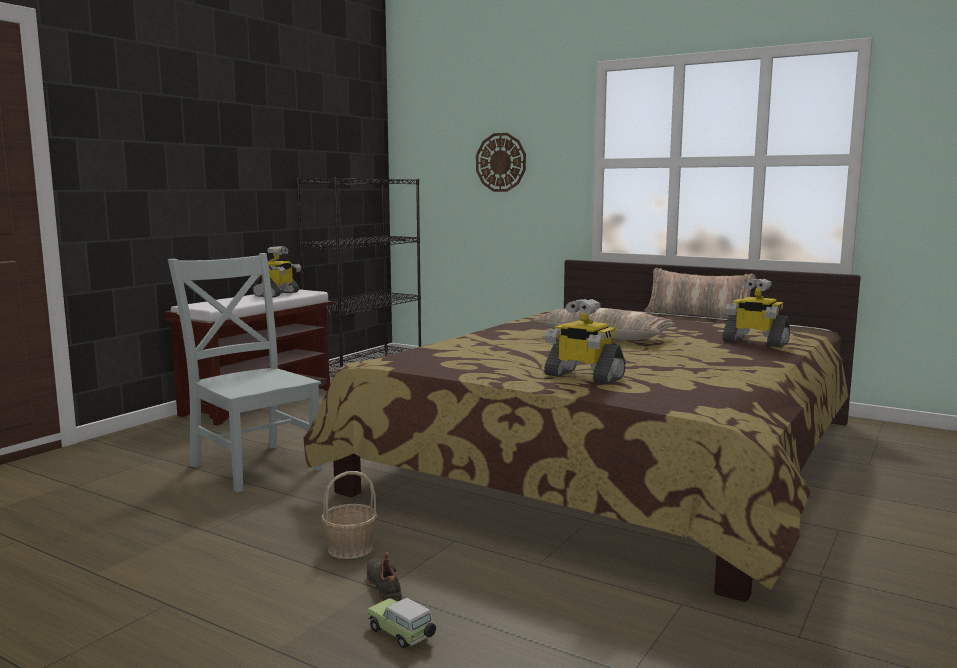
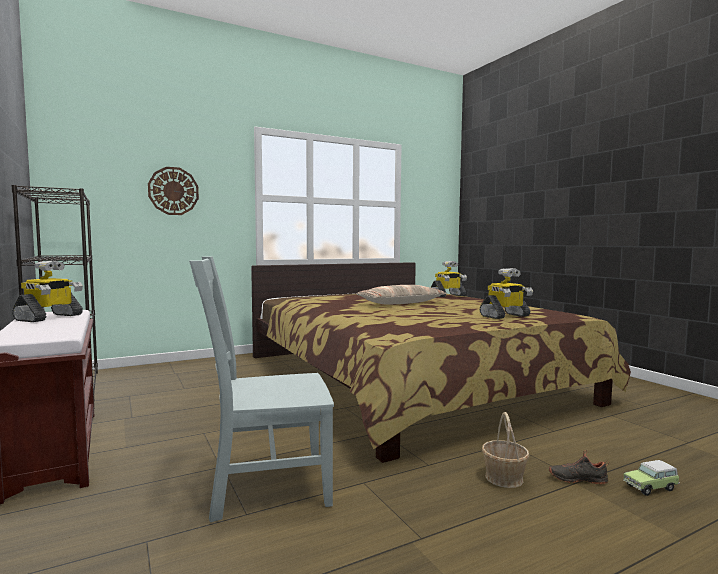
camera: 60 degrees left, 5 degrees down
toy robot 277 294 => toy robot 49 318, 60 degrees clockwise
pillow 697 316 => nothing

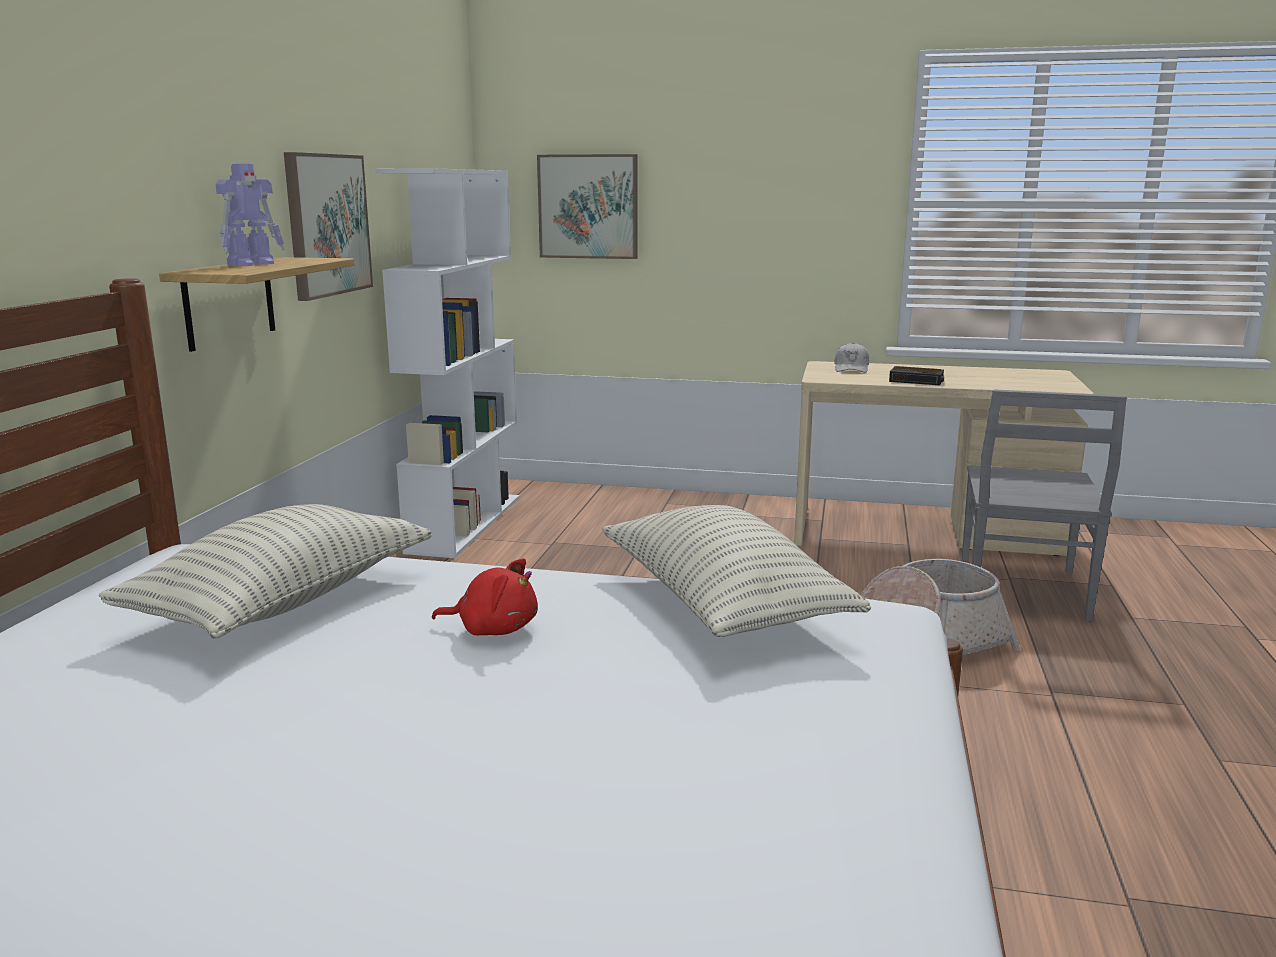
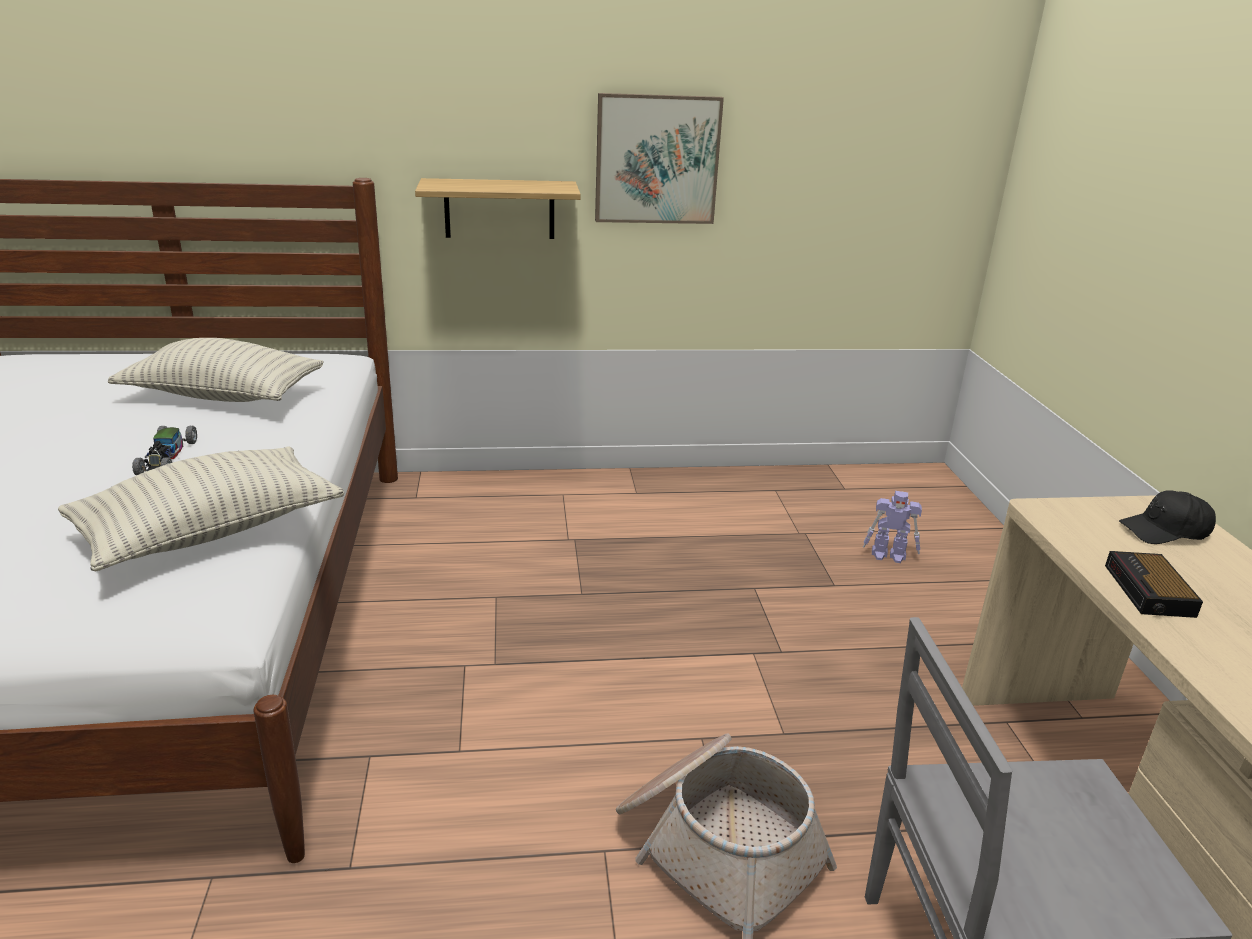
camera: 70 degrees right, 10 degrees up
picture 588 206 => nothing
toy robot 253 264 => toy robot 889 555, move
white bookcase 465 523 => nothing
white cap 851 368 => black cap 1165 531
red plush toy 493 629 => toy car 167 458

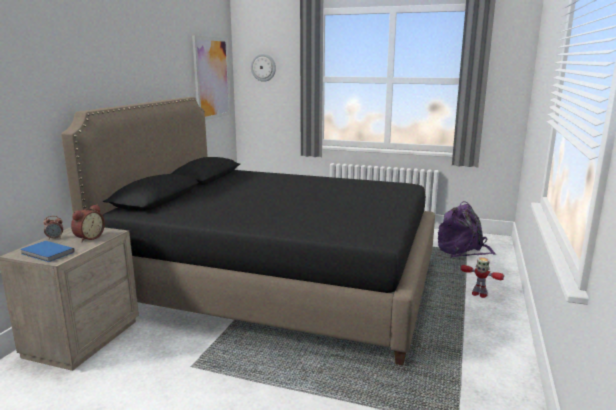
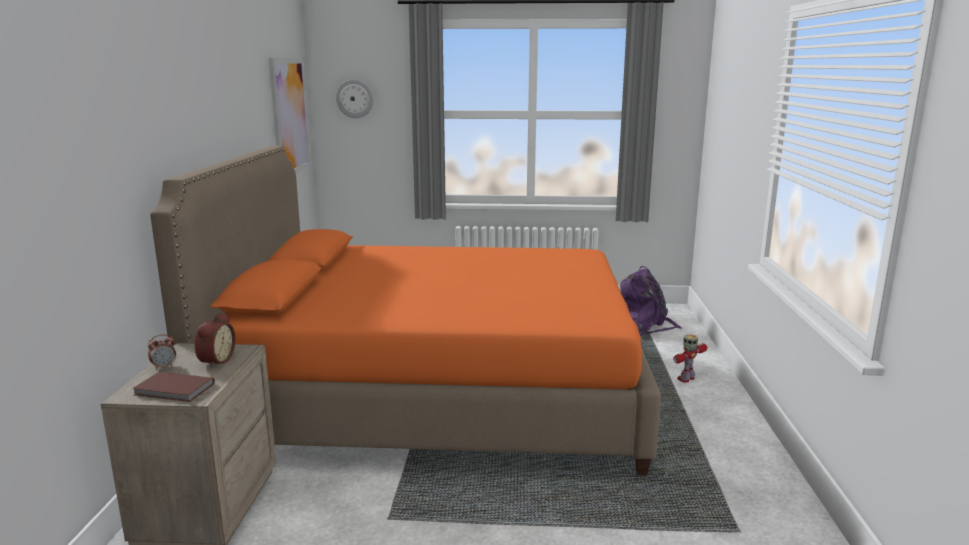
camera: 15 degrees left, 0 degrees up
black bed 276 282 => orange bed 435 394
blue book 47 253 => brown book 174 390
toy robot 479 294 => toy robot 686 378, 120 degrees clockwise

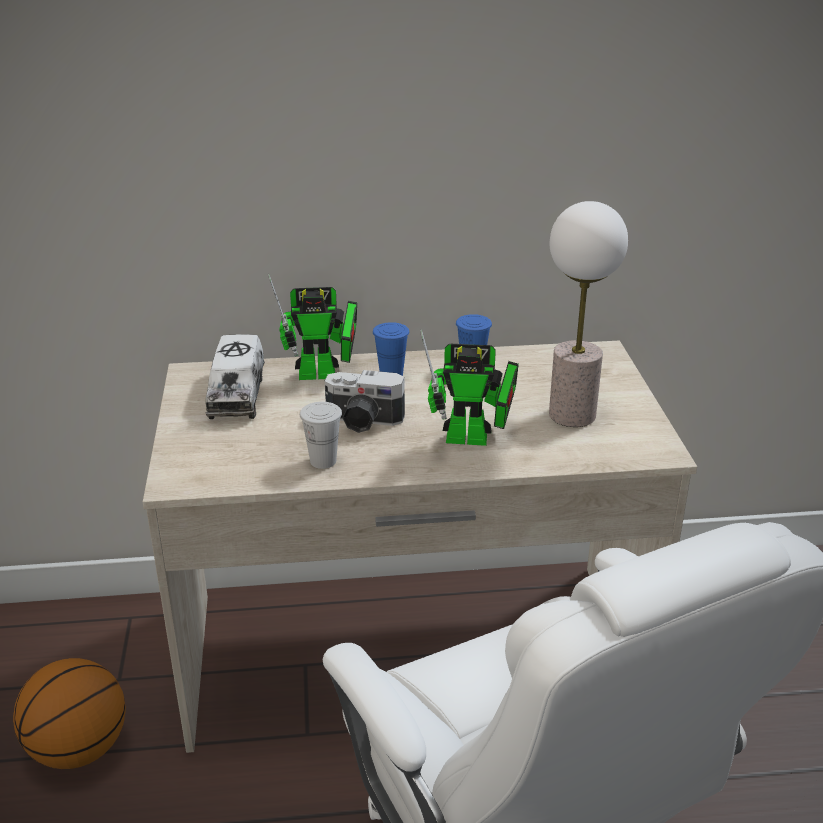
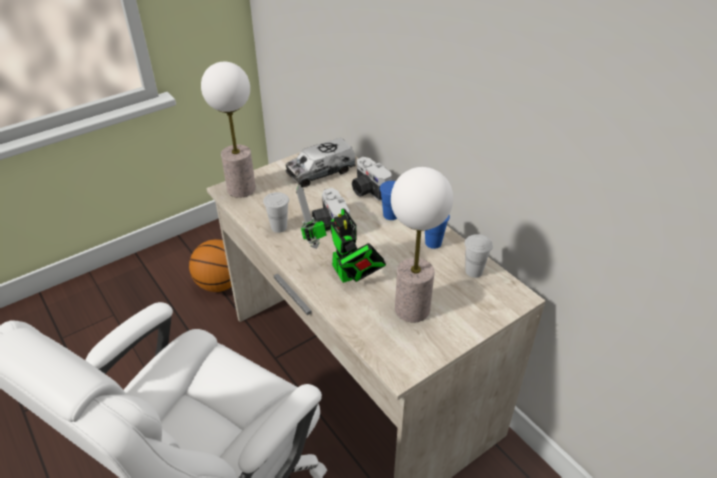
camera: 60 degrees right, 10 degrees up
toy robot 324 374 => photo camera 368 191
nothing => table lamp 241 189
nothing => white cup 474 271

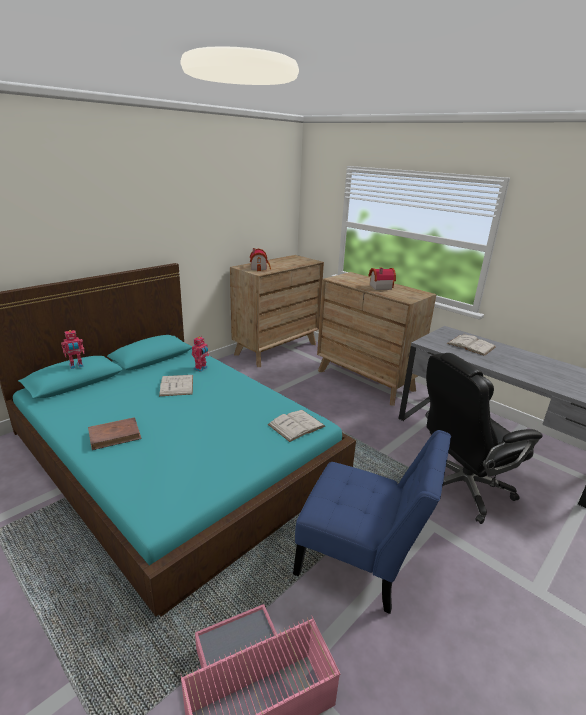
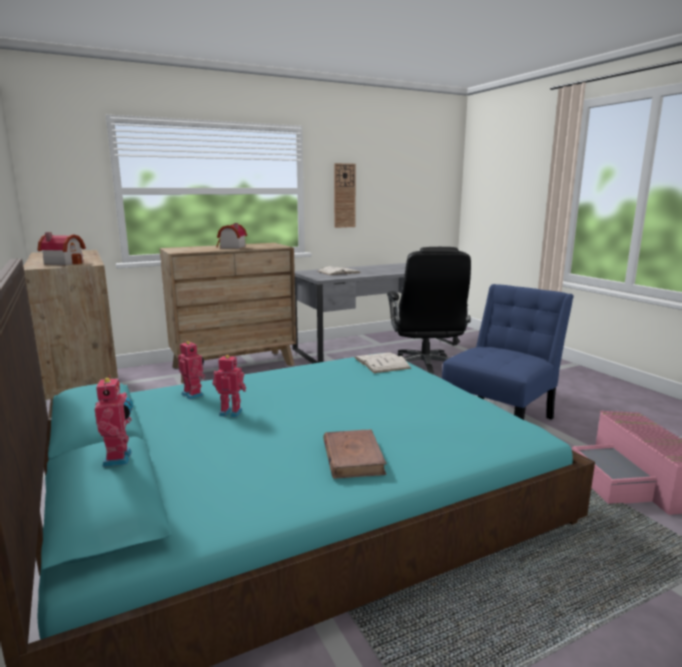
camera: 70 degrees left, 10 degrees down
white book 176 385 => toy robot 231 412
nothing => wall clock 344 195

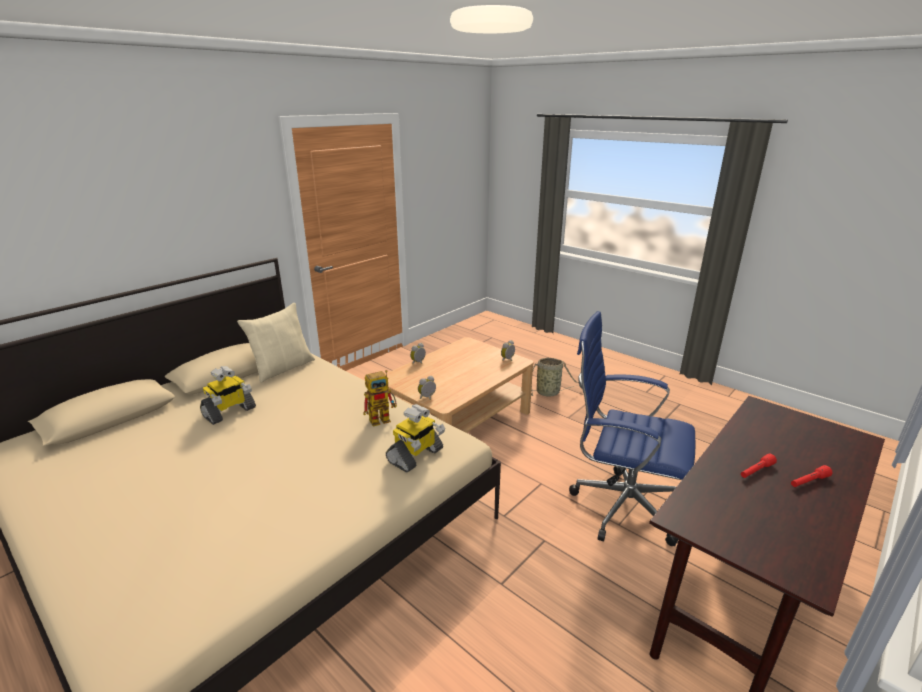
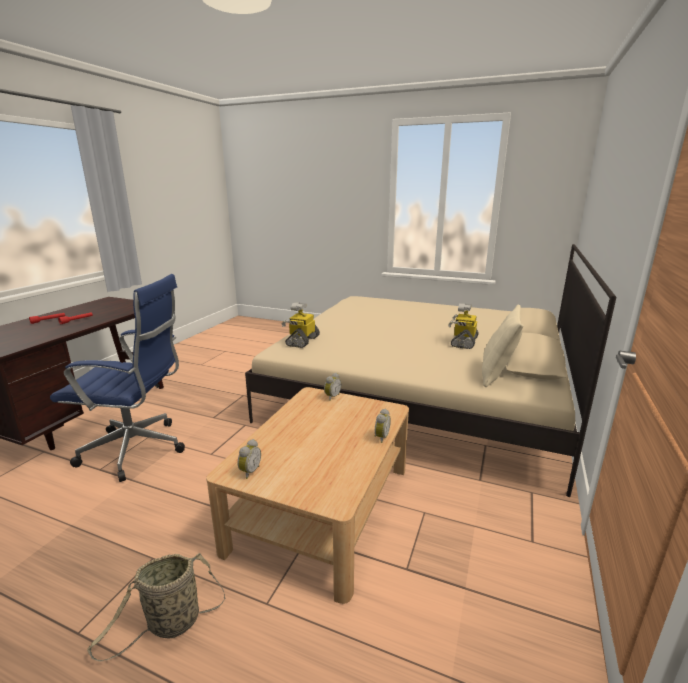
camera: 160 degrees right, 5 degrees down
toy robot 383 418 => nothing

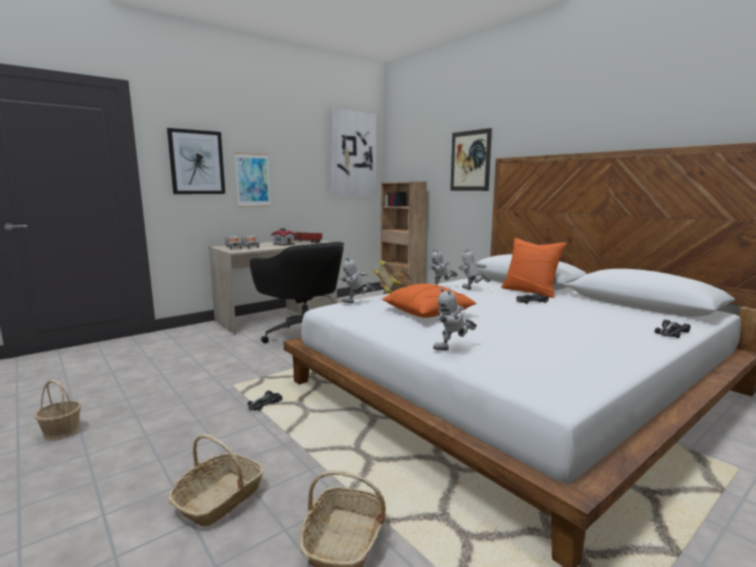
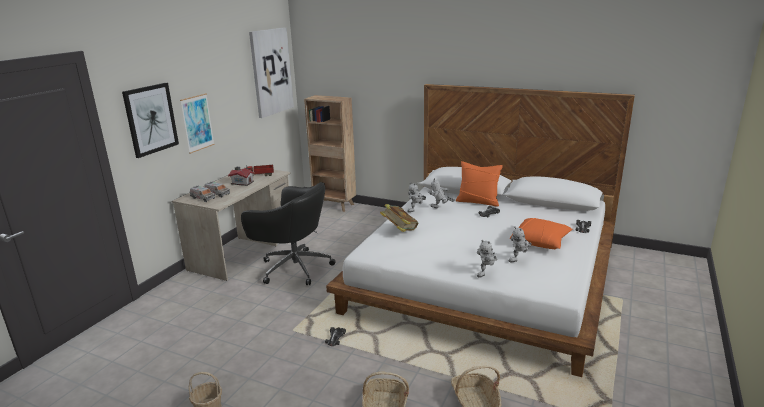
camera: 25 degrees left, 10 degrees up
picture 470 161 => nothing
toy robot 357 303 => toy robot 519 260, move
orange pillow 428 313 => orange pillow 540 242, move

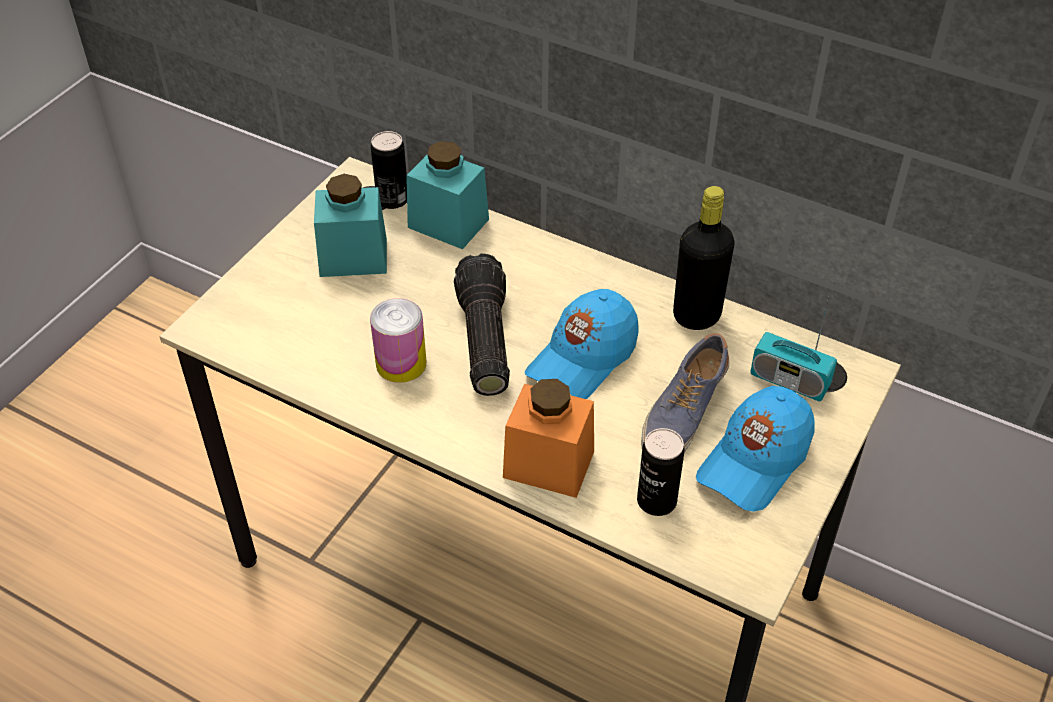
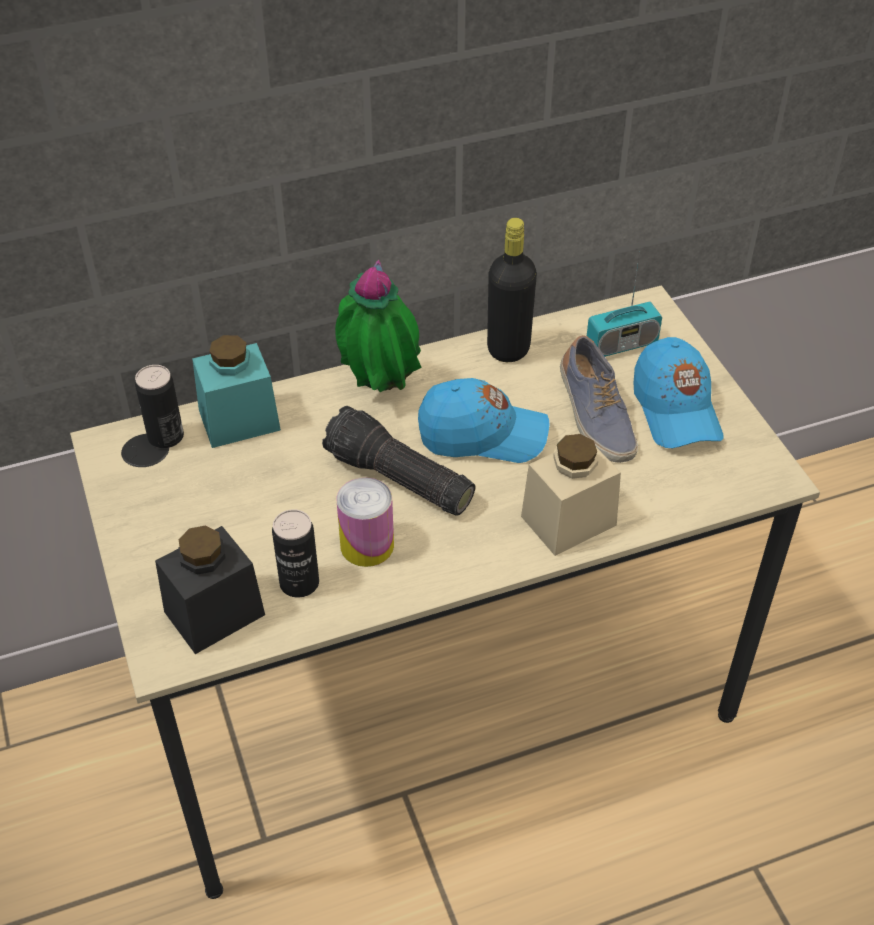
camera: 50 degrees left, 0 degrees up
turquoise jar 353 257 => nothing
blue cap 583 359 => blue cap 483 435, 75 degrees counterclockwise
orange jar 548 464 => beige jar 568 520
can 656 501 => can 299 583, move
nothing => potted plant 379 389
nothing => black jar 214 613

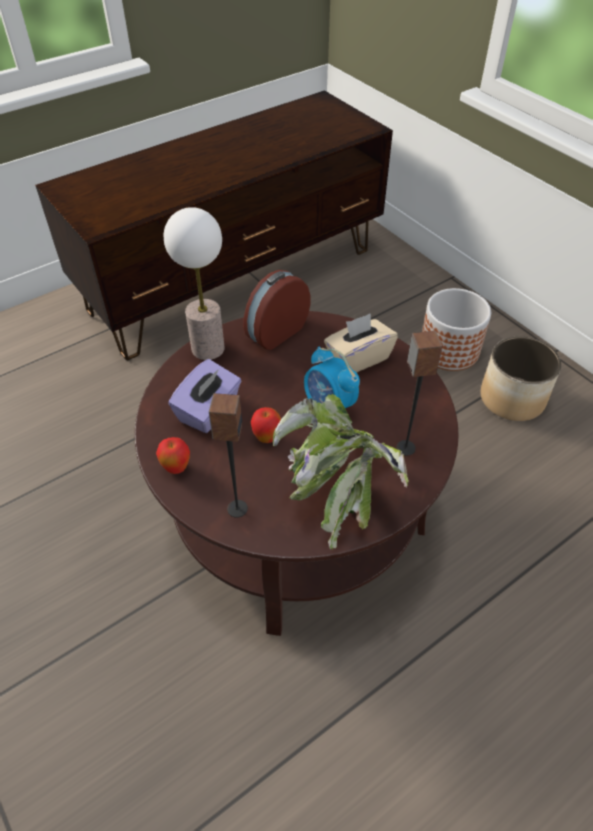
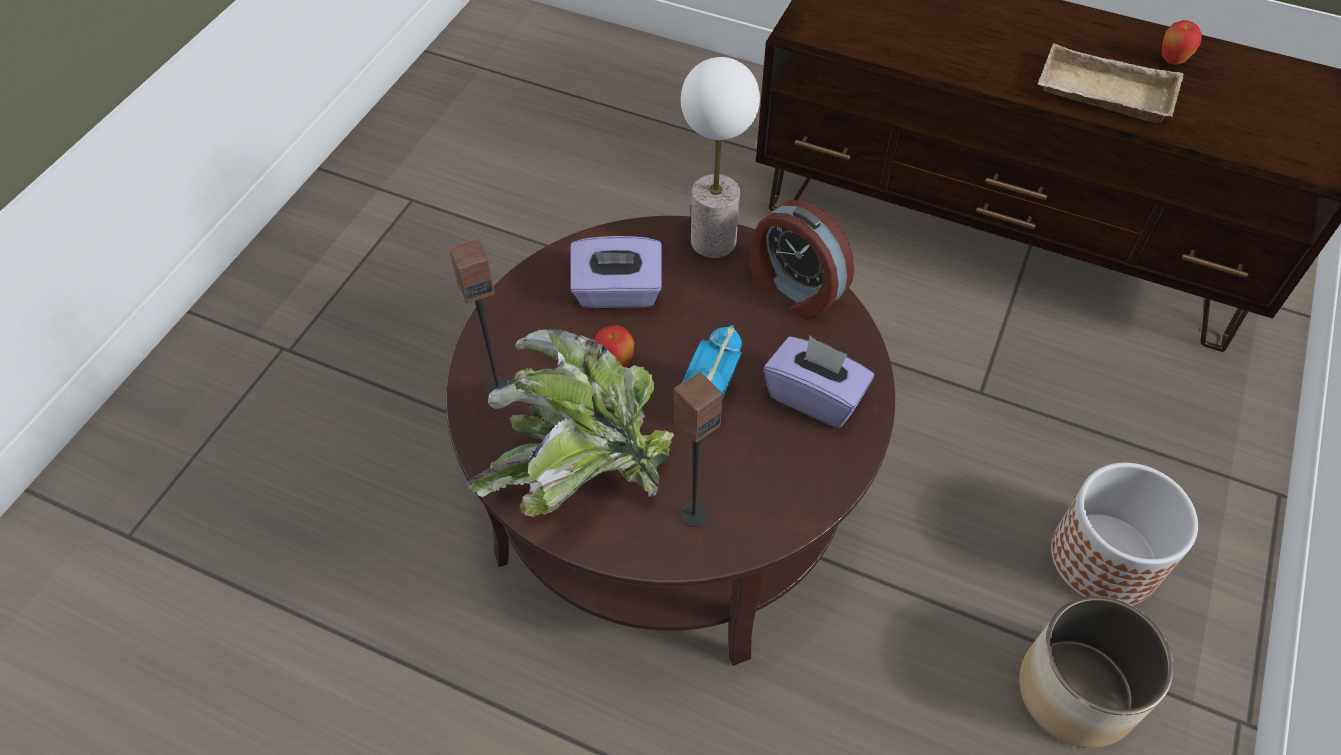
camera: 60 degrees right, 5 degrees up
alarm clock 275 332 => alarm clock 794 289, 150 degrees counterclockwise
beige tissue box 358 358 => purple tissue box 815 396
apple 176 468 => apple 1172 61, move
nothing => beige tray 1102 94

